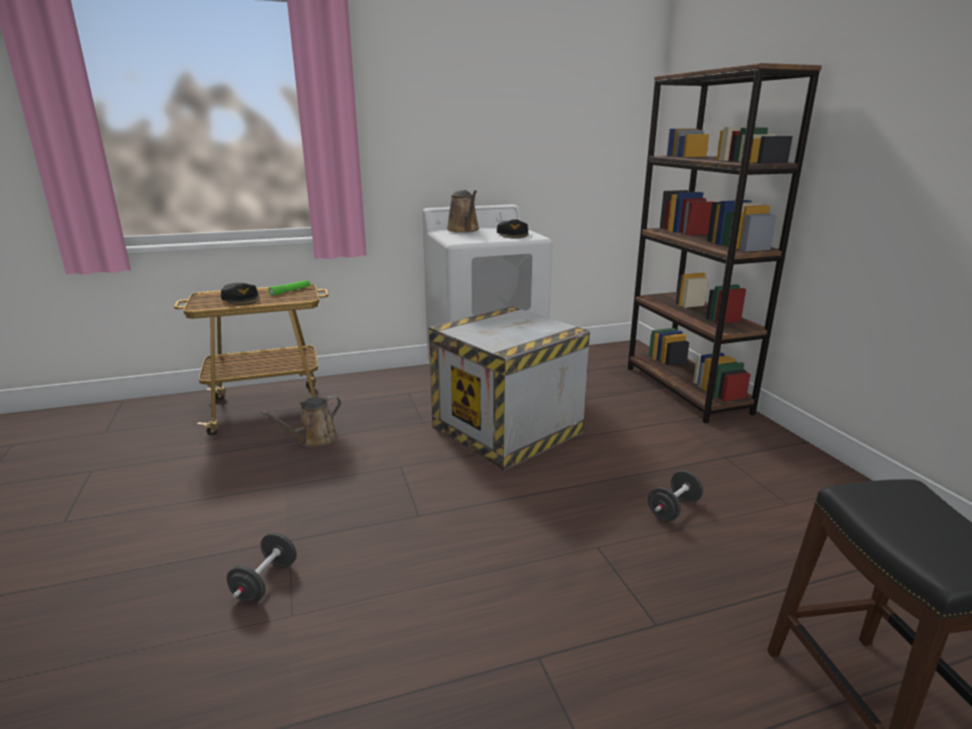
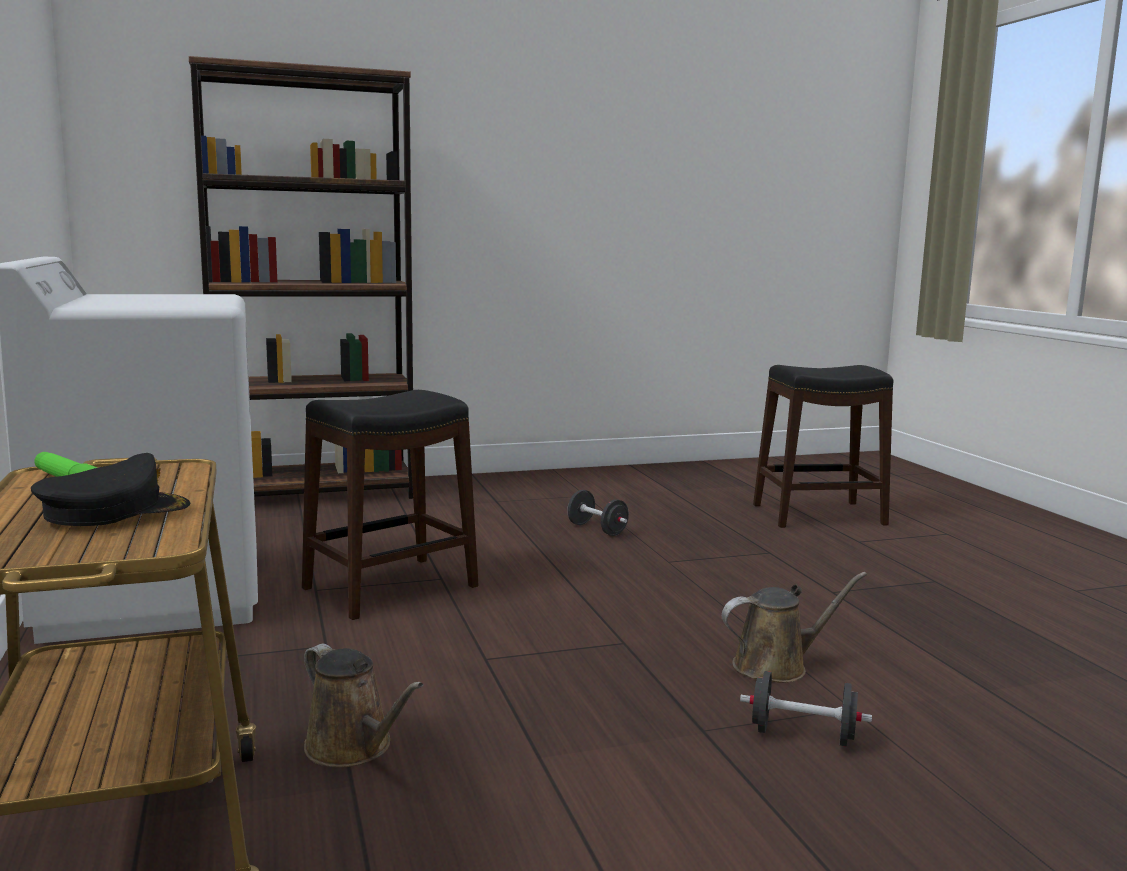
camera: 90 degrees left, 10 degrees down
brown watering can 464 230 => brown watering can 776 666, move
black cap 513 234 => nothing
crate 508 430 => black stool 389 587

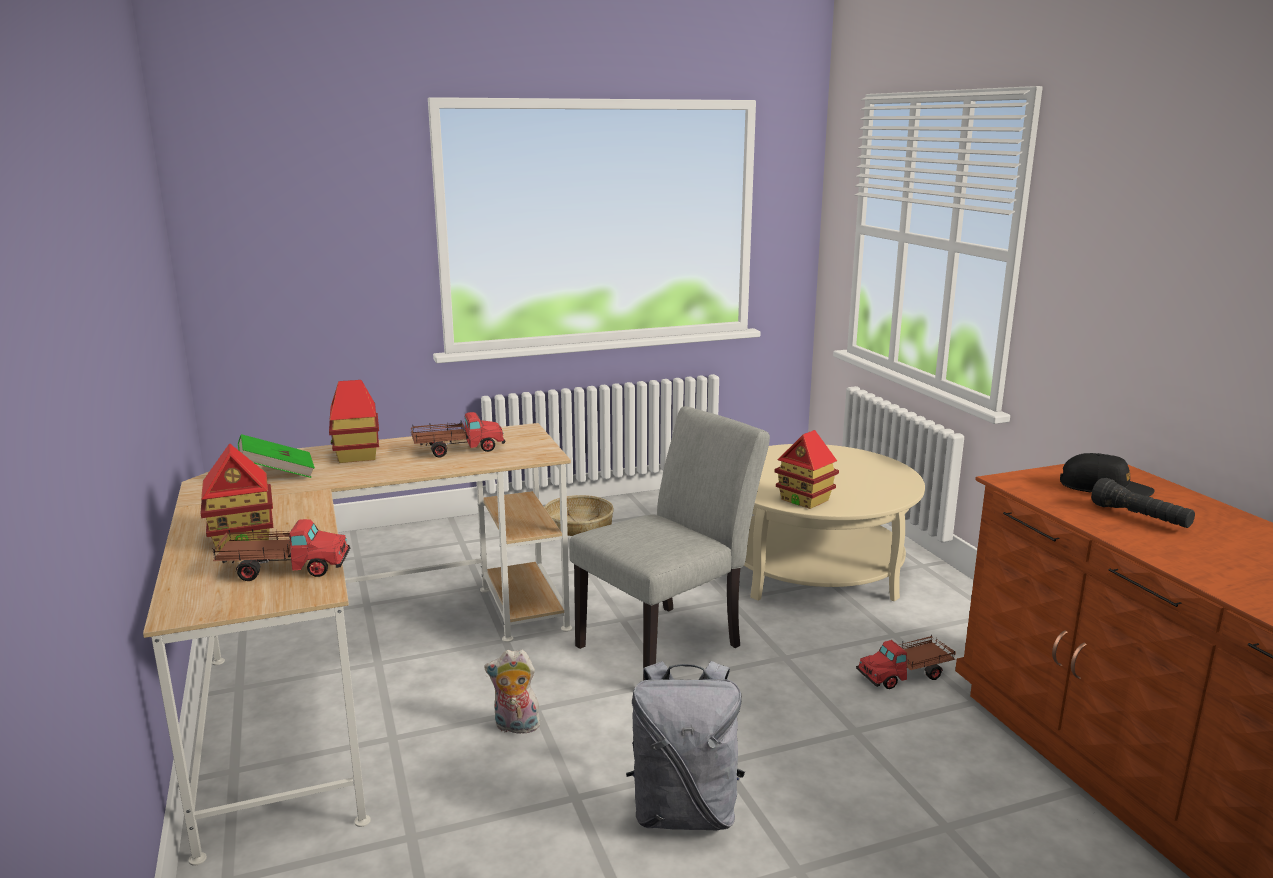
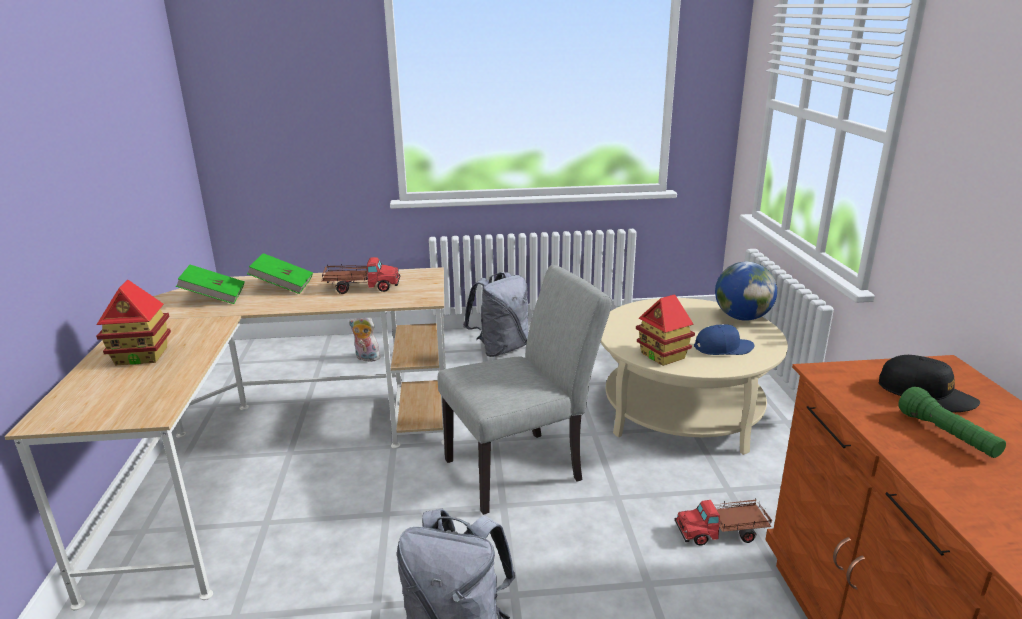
camera: 15 degrees right, 5 degrees up
toy house 357 455 => green book 283 286
black flashlight 1140 518 => green flashlight 947 436
basket 578 525 => grey backpack 500 349
toy truck 283 568 => nothing
plush toy 515 727 => plush toy 366 358, move
nothing => globe 742 317
nothing => blue cap 723 348

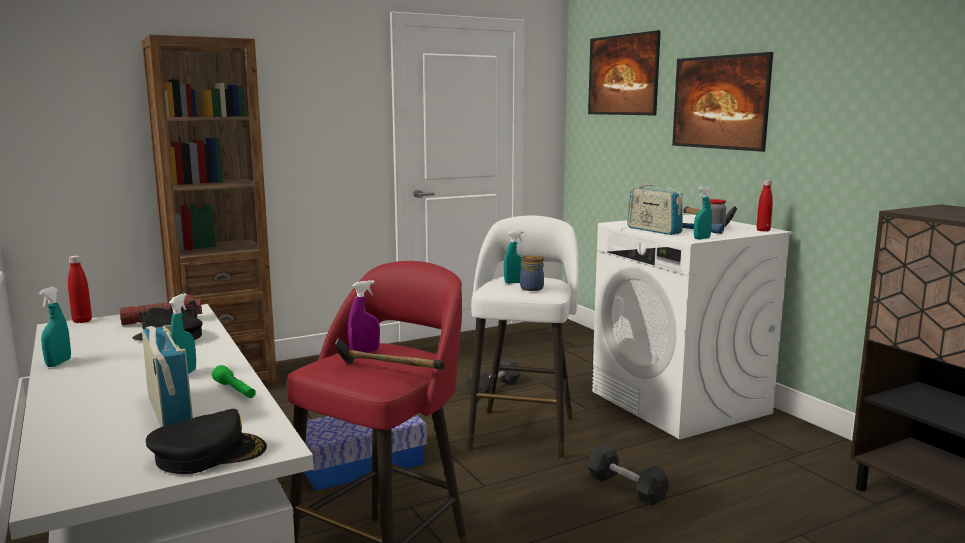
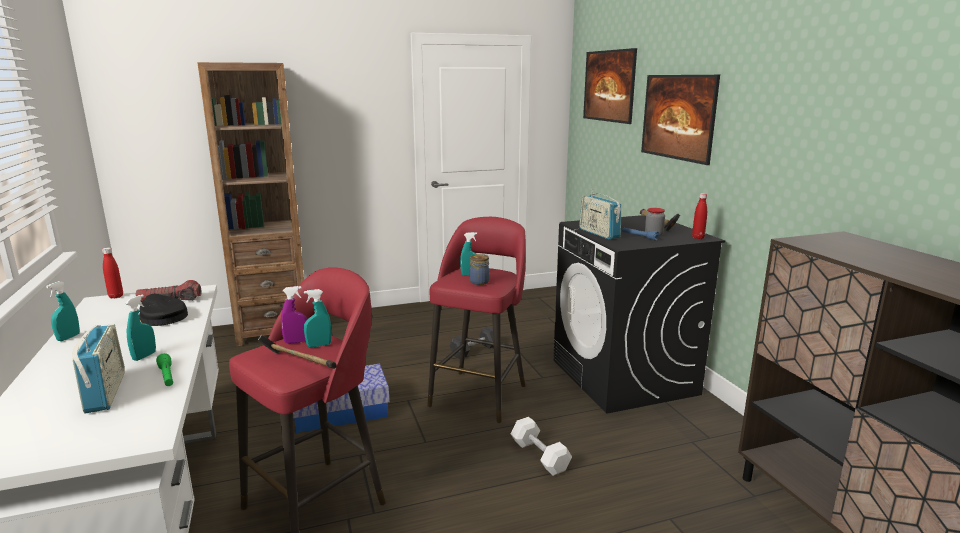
camera: 10 degrees right, 5 degrees up
turquoise spray bottle 702 238 => turquoise spray bottle 319 345, move
white washing machine 680 402 => black washing machine 624 377
white stool 523 432 => red stool 479 394
black cap 208 454 => nothing
black dumbbell 626 487 => white dumbbell 539 456

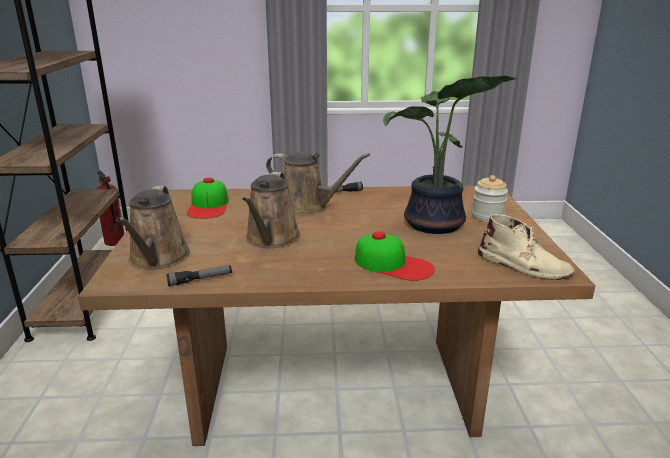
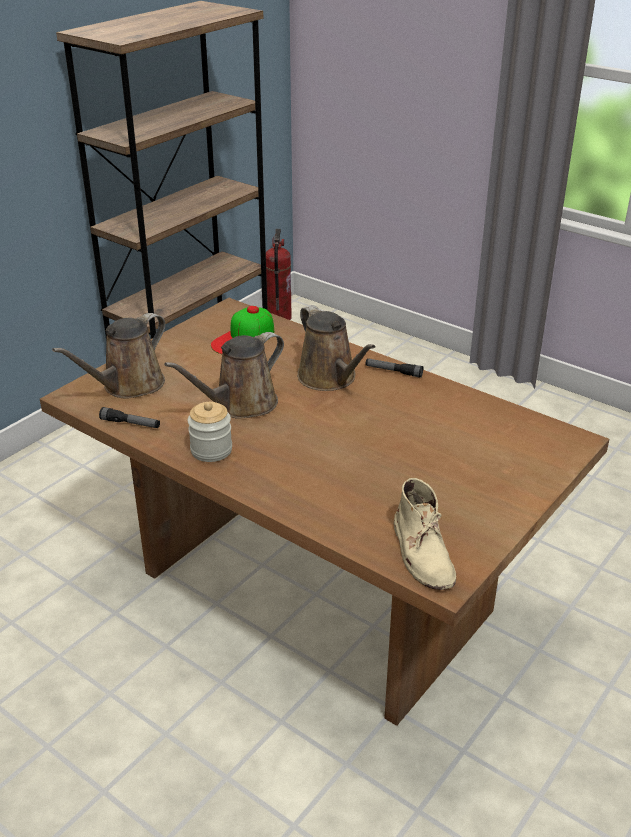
camera: 40 degrees right, 10 degrees up
potted plant 434 225 => nothing
jar 487 216 => jar 211 450, move
cap 393 264 => nothing

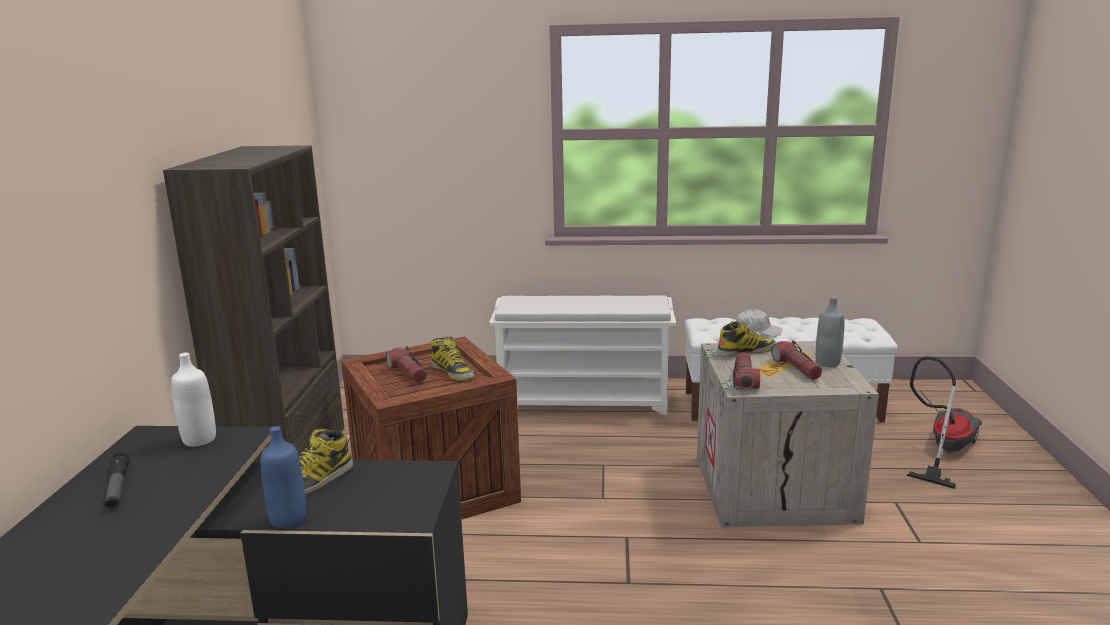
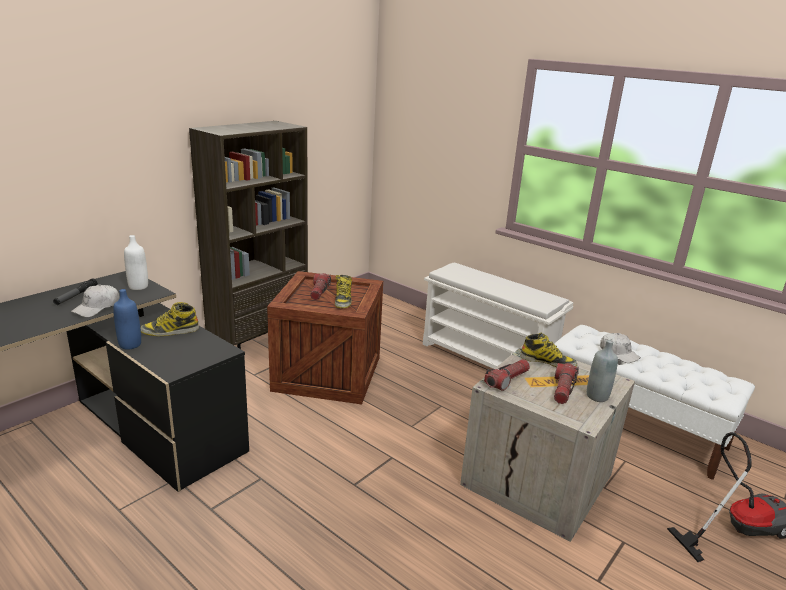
camera: 35 degrees right, 5 degrees up
nothing => white cap 97 307

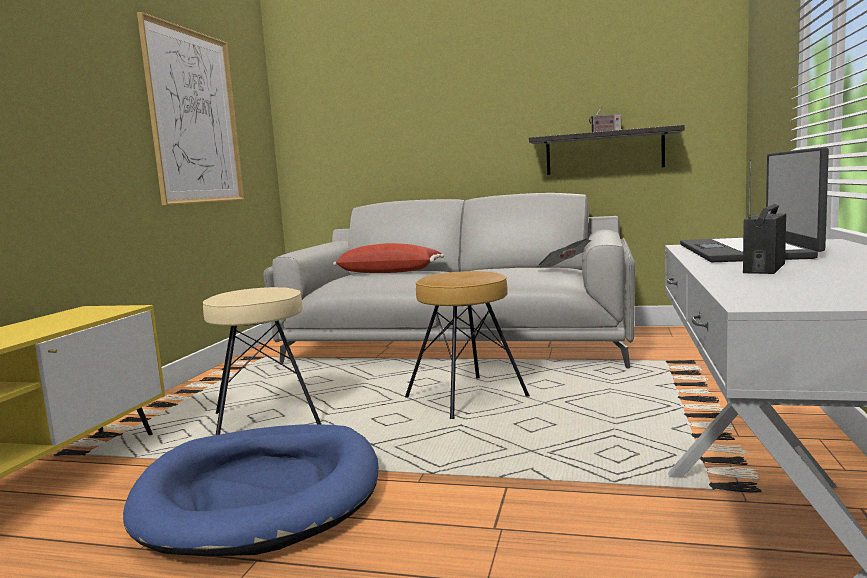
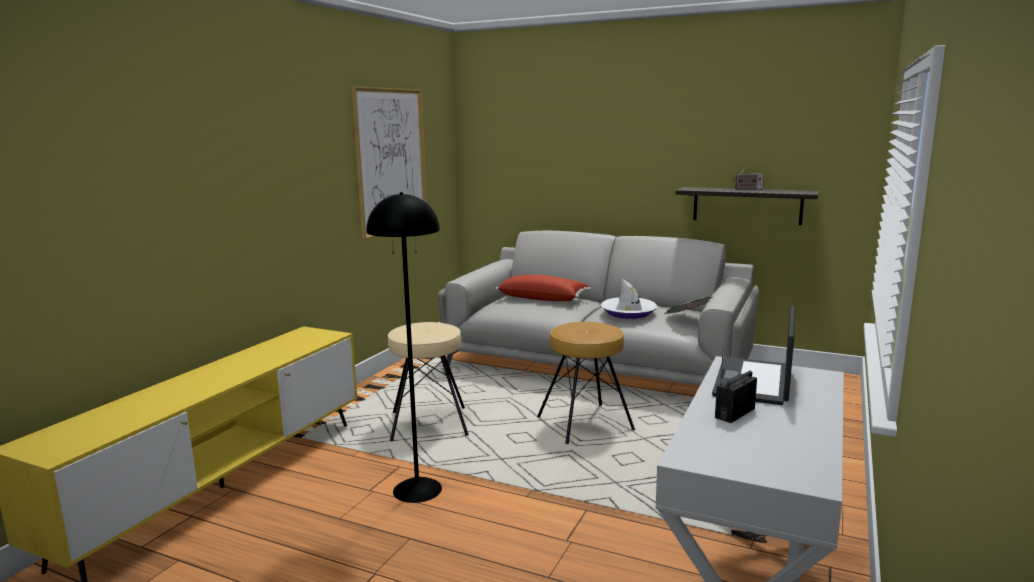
camera: 10 degrees right, 5 degrees up
blue dog bed 260 494 => black floor lamp 417 489
nothing => white hat 628 313

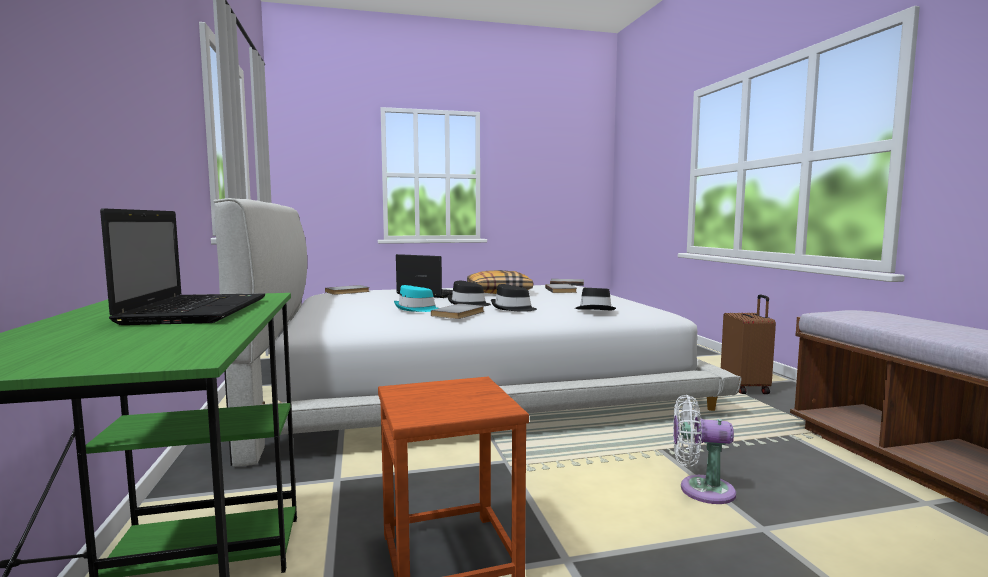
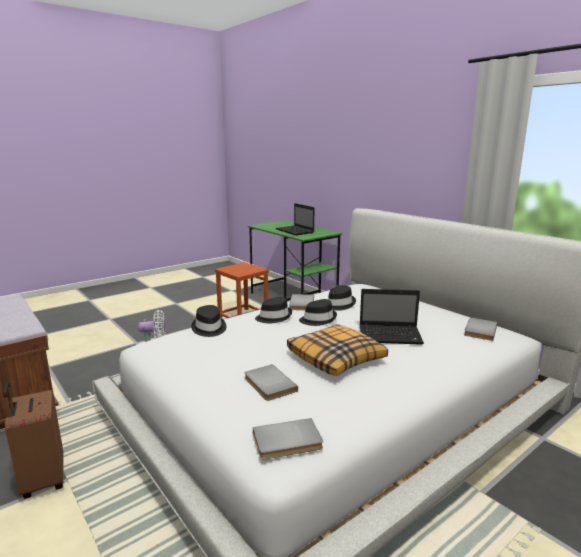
camera: 155 degrees right, 10 degrees up
turquoise hat 417 309 => black hat 338 304

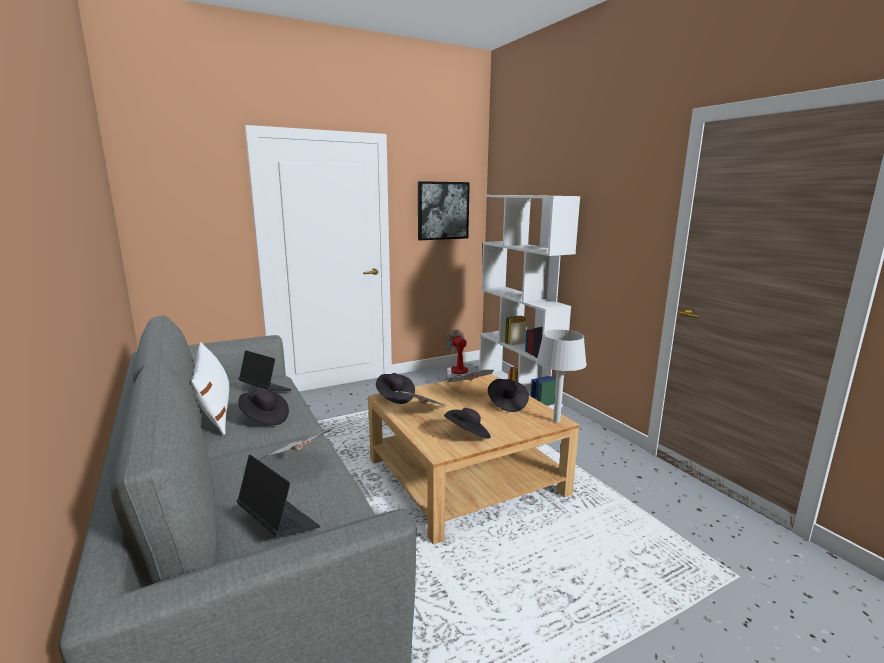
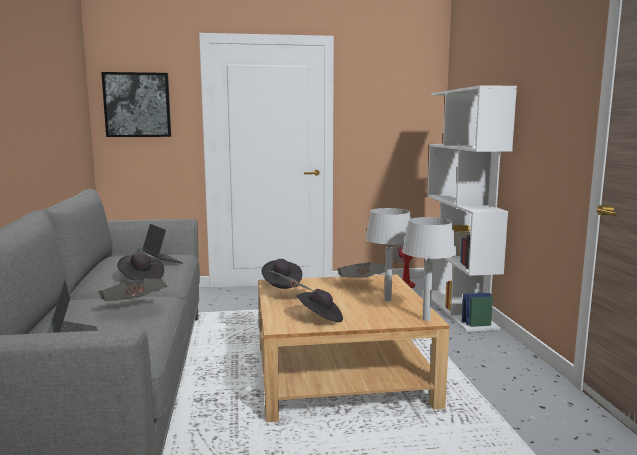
camera: 20 degrees right, 5 degrees down
picture 442 210 => picture 137 105, move
white pillow 214 410 => nothing
black hat 506 404 => grey table lamp 387 300

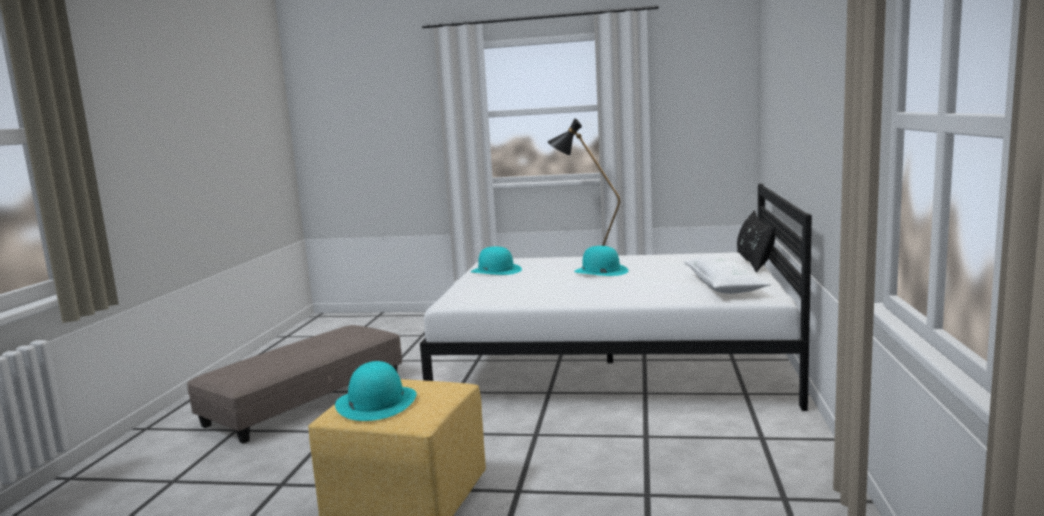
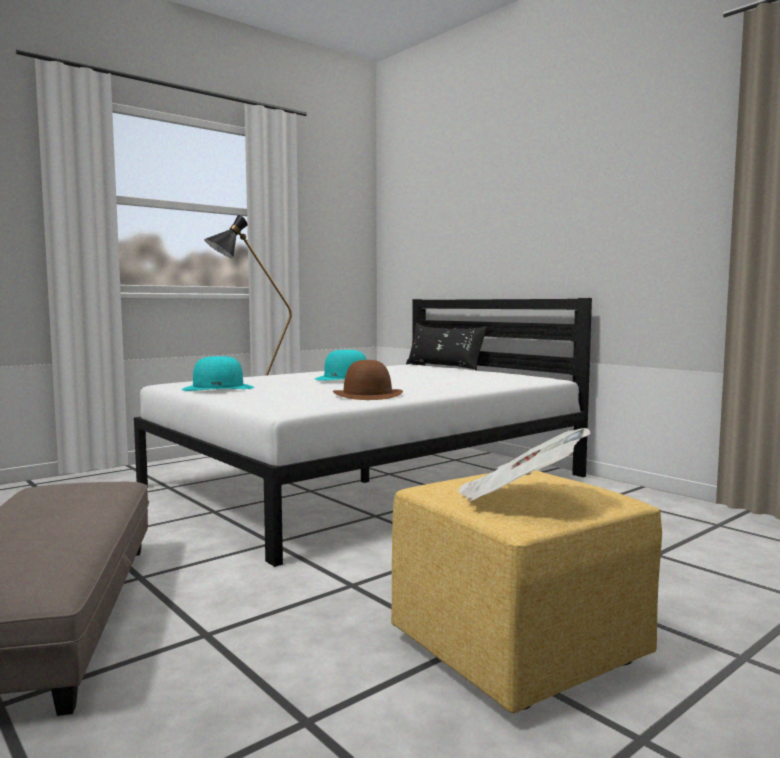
camera: 50 degrees left, 5 degrees down
white pillow 724 286 => nothing
turquoise hat 376 402 => newspaper 518 499
nothing => brown hat 367 394

